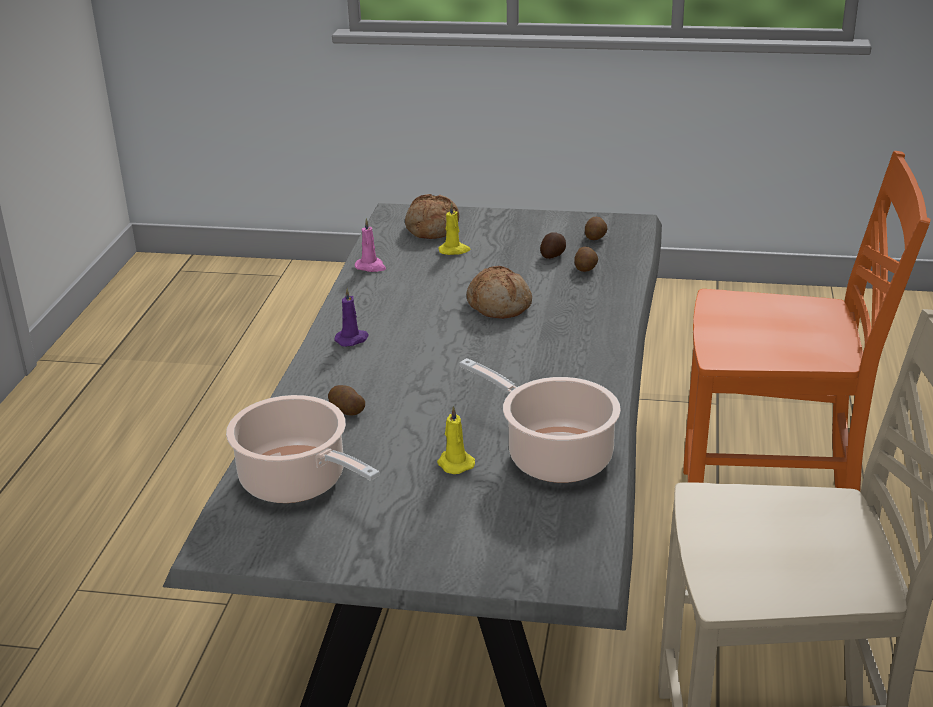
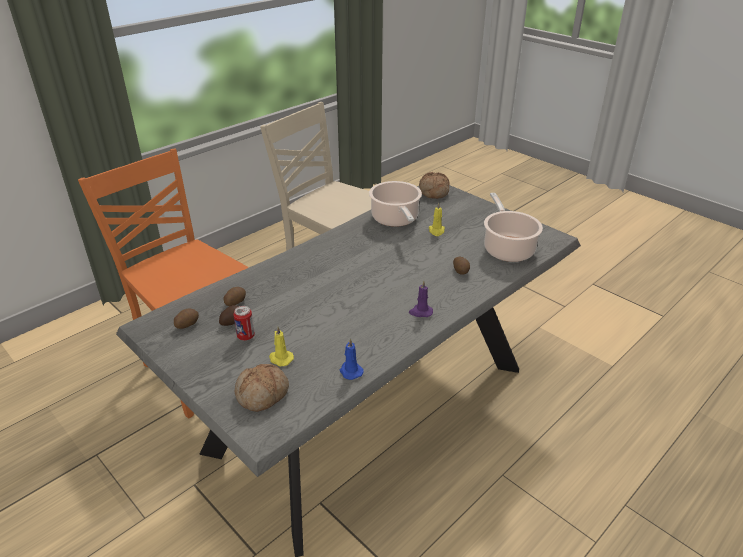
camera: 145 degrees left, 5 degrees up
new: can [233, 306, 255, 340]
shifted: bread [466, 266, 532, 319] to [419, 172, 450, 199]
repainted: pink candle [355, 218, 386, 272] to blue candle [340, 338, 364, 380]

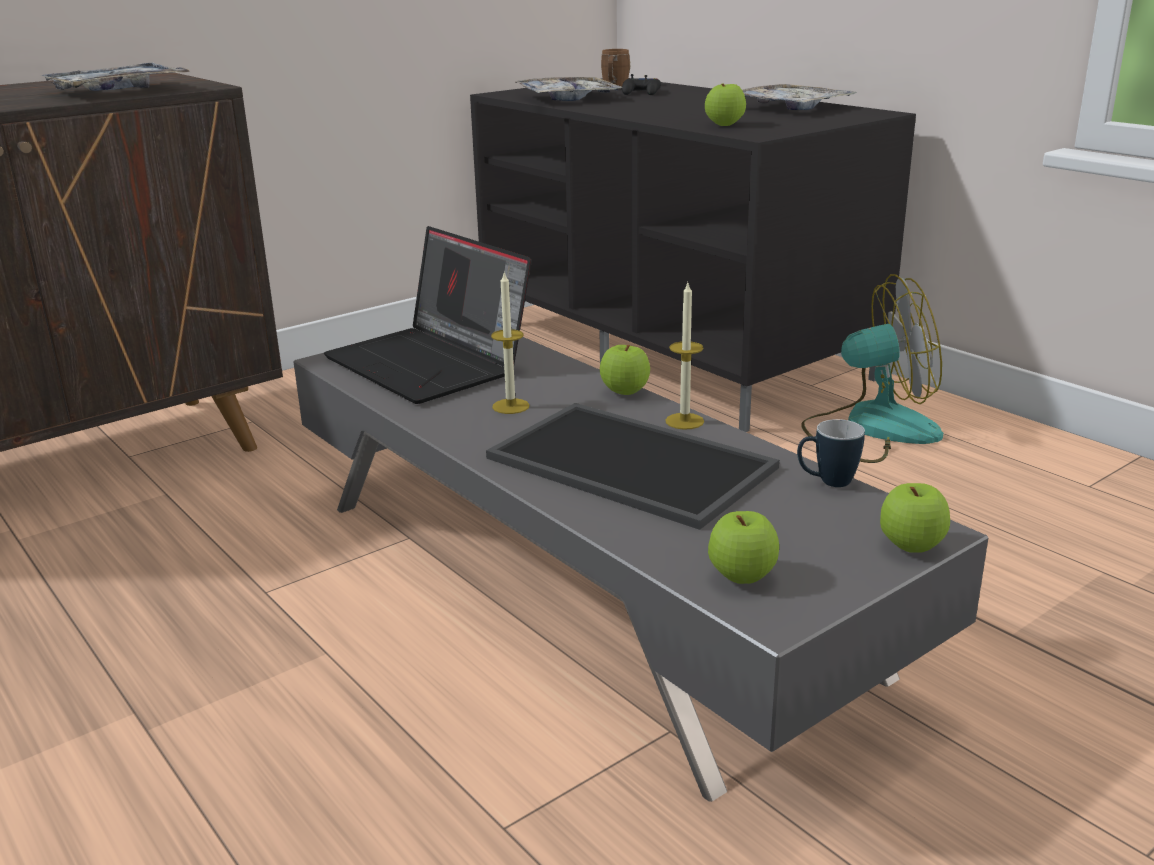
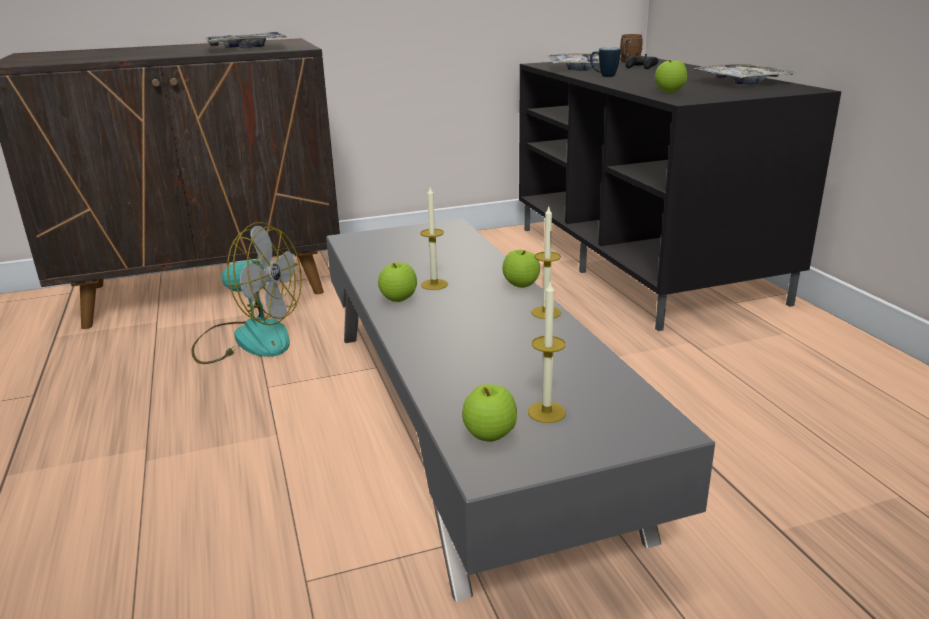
camera: 20 degrees right, 0 degrees up
gone: laptop [324, 226, 532, 404]; tray [486, 403, 779, 530]
new: candle [528, 282, 566, 423]
shifted: mug [797, 419, 865, 487] to [590, 47, 621, 77]; fan [801, 274, 943, 463] to [191, 222, 302, 364]; apple [880, 483, 950, 553] to [378, 262, 417, 302]

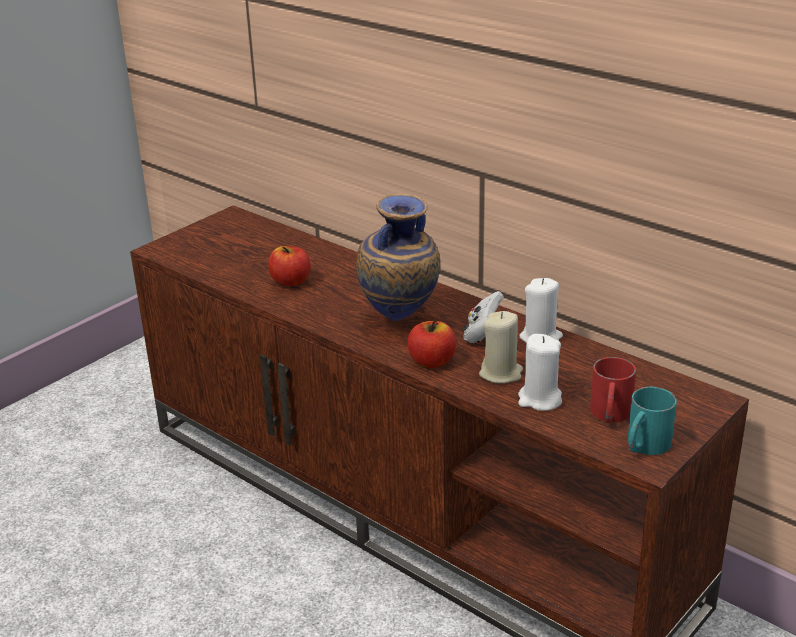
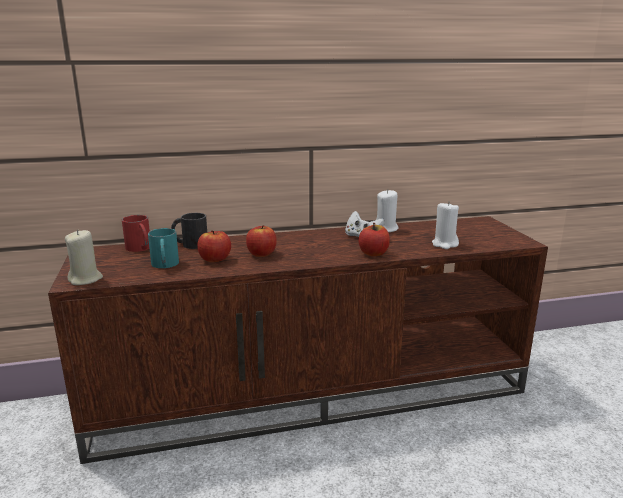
camera: 55 degrees left, 10 degrees down
gone: vase [356, 194, 441, 321]
new: black mug [171, 213, 207, 249]; apple [246, 225, 277, 257]
shifted: beige candle [479, 311, 523, 384] to [65, 230, 103, 285]; red mug [590, 357, 636, 423] to [122, 215, 150, 252]; turquoise mug [628, 387, 677, 455] to [148, 228, 179, 268]

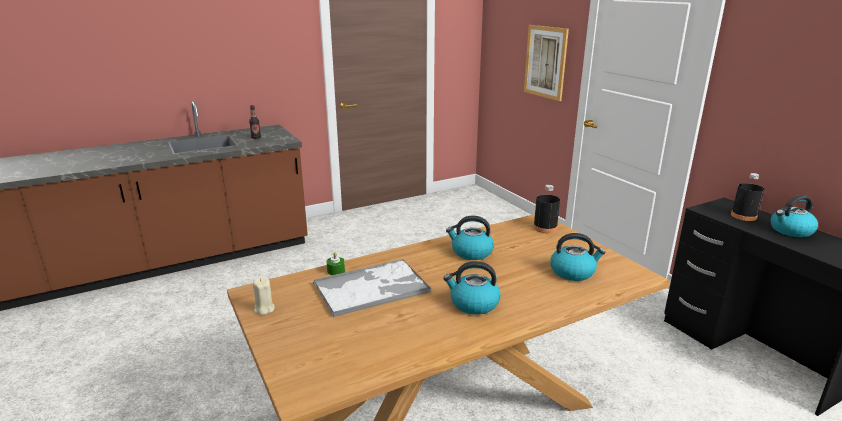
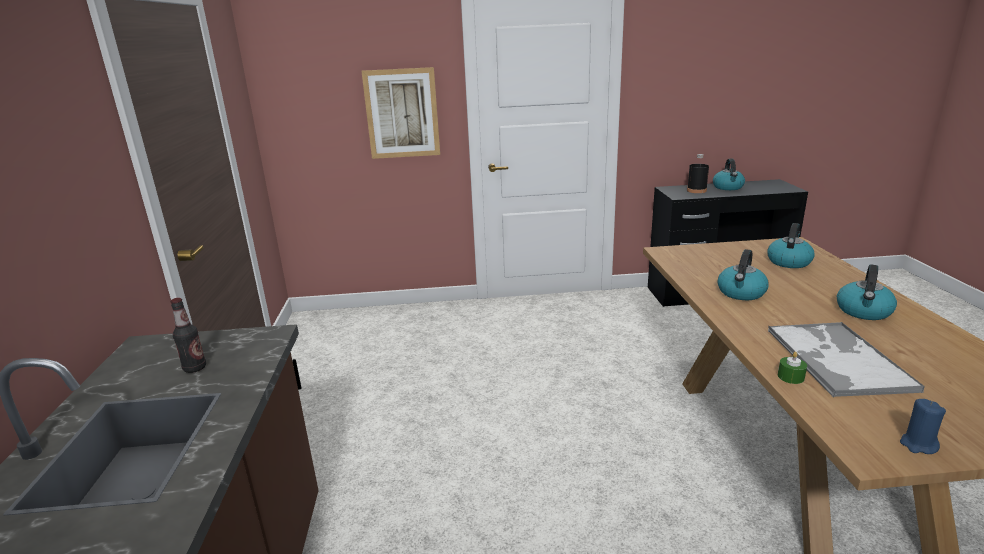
camera: 65 degrees left, 0 degrees up
gone: black bottle [533, 185, 560, 233]
repainted: beige candle [253, 276, 275, 315] to blue candle [900, 399, 946, 454]

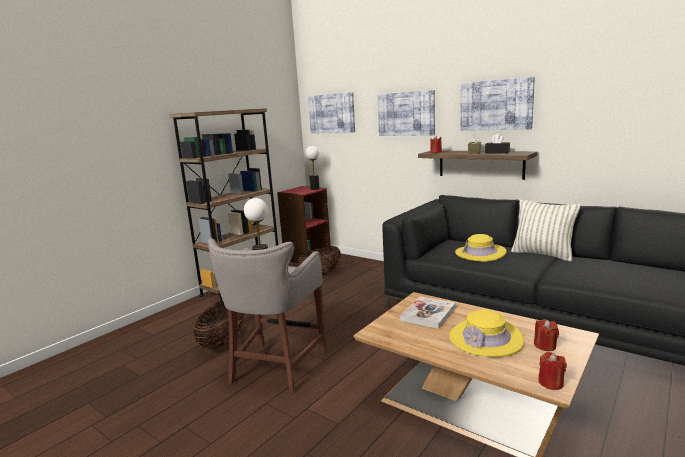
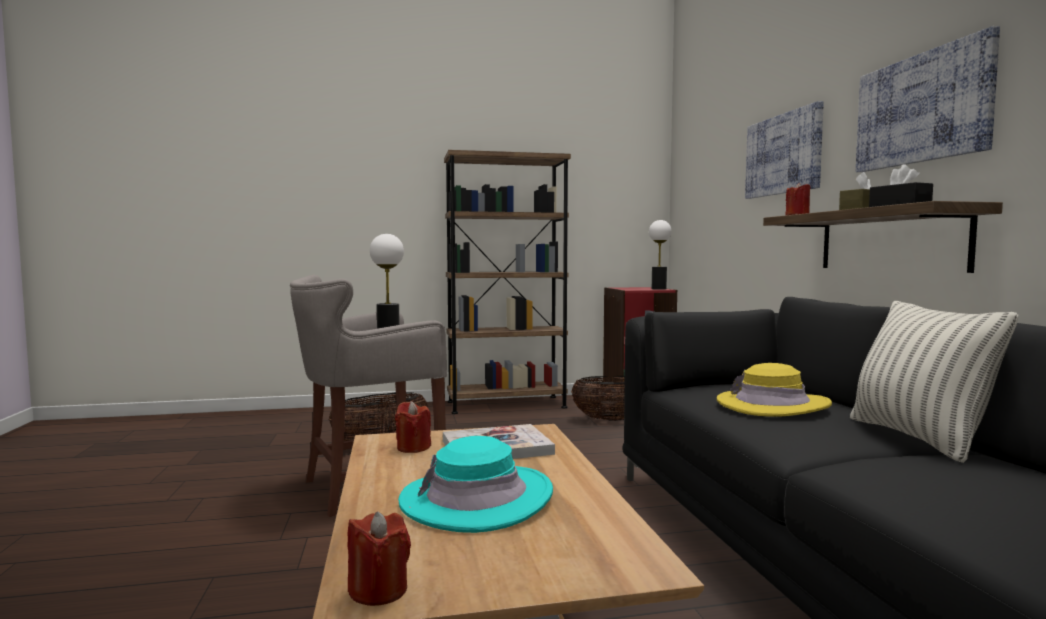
camera: 40 degrees right, 10 degrees down
gone: picture [308, 92, 355, 133]
shifted: red candle [534, 319, 559, 351] to [395, 401, 431, 453]
repainted: yellow hat [449, 309, 524, 357] to turquoise hat [398, 436, 553, 533]

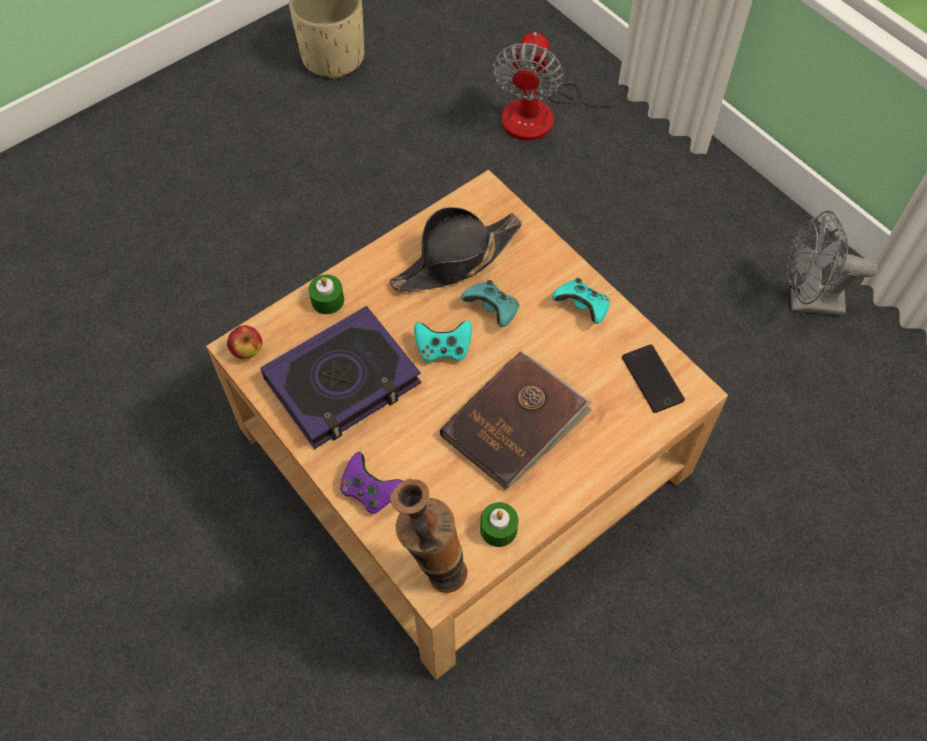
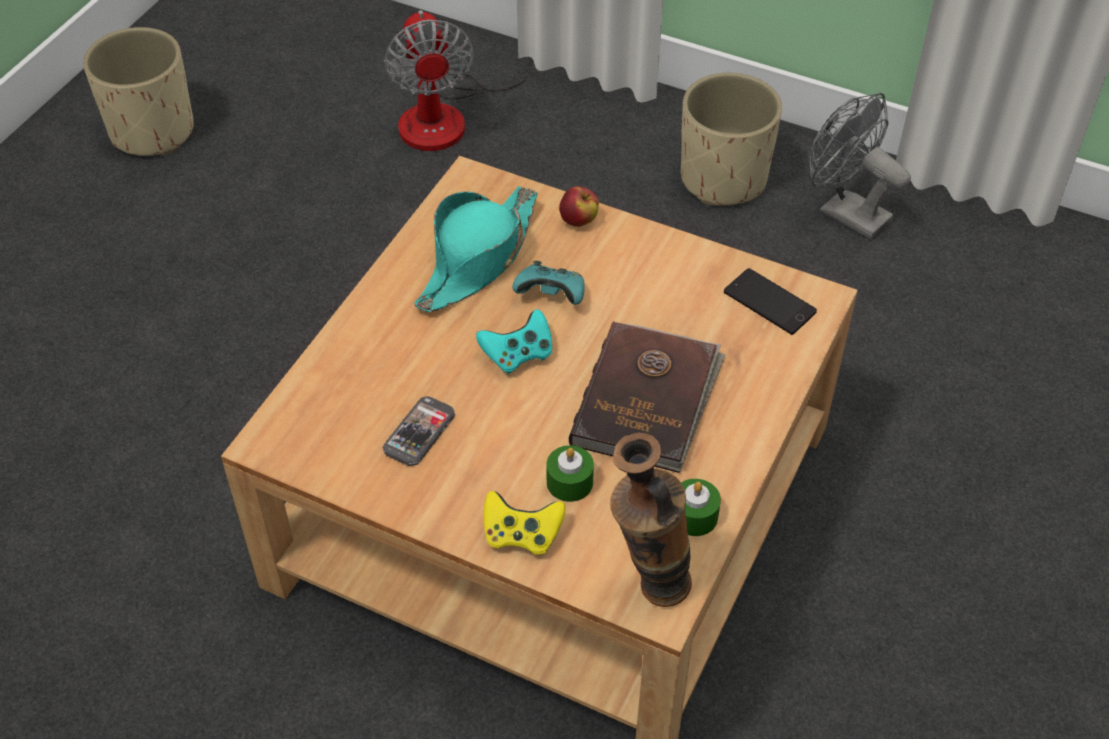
camera: 25 degrees left, 10 degrees down
gone: turquoise game controller [552, 278, 610, 324]
new: beige planter [681, 73, 782, 206]
shifted: apple [227, 325, 262, 359] to [559, 186, 599, 227]; green candle [309, 274, 344, 314] to [547, 445, 594, 502]
swapped: book [261, 306, 421, 449] to phone [383, 396, 455, 466]
repainted: purple game controller [340, 452, 403, 514] to yellow game controller [484, 491, 565, 555]; black hat [390, 207, 522, 292] to turquoise hat [414, 186, 538, 312]
rotated: grey fan [787, 211, 877, 316] = [809, 93, 911, 239] 60 degrees clockwise

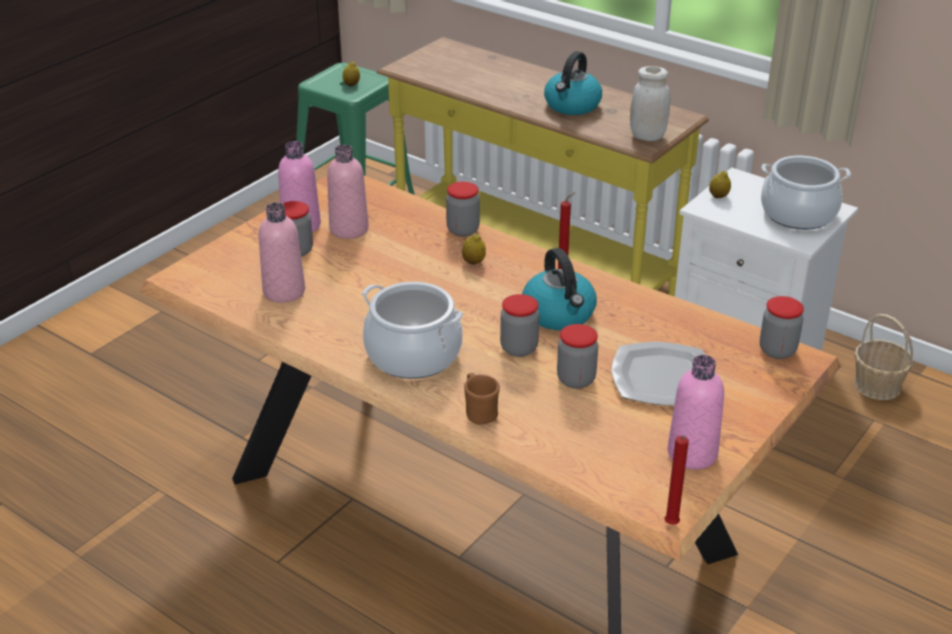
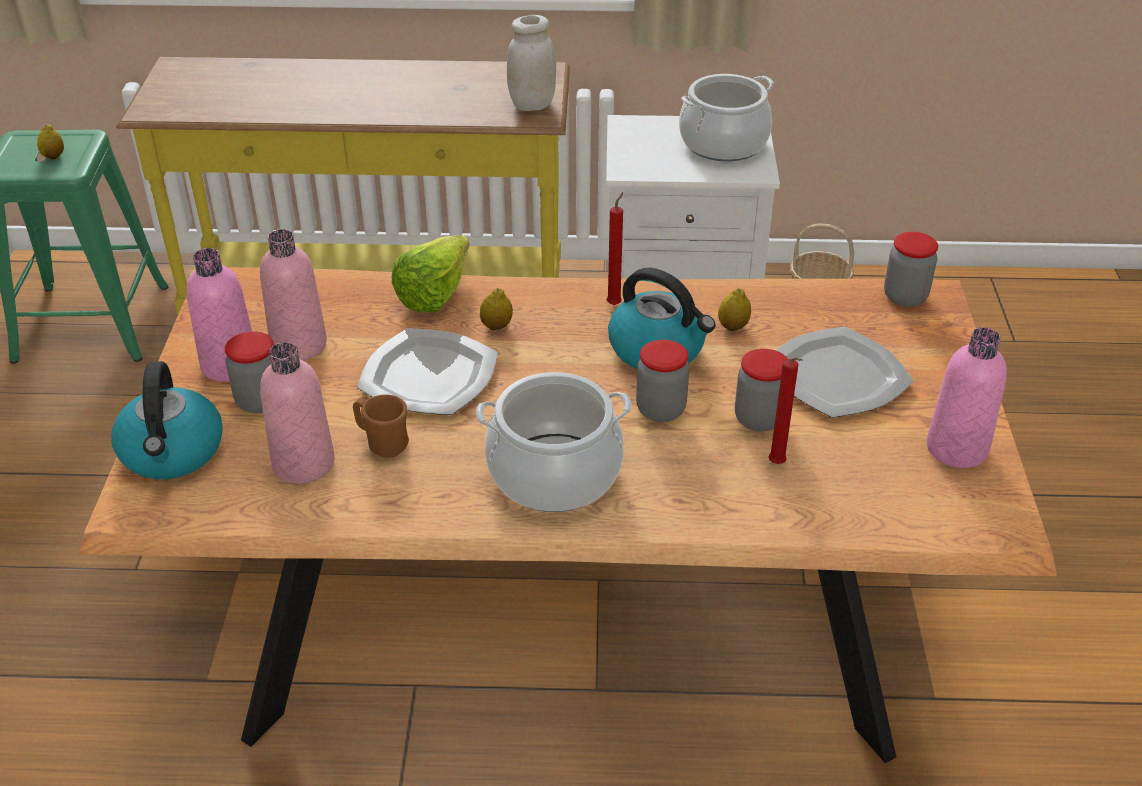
camera: 35 degrees left, 5 degrees up
new: plate [357, 328, 498, 415]
shifted: brown mug [464, 373, 500, 425] to [353, 394, 409, 458]; kettle [544, 51, 602, 115] to [111, 361, 223, 479]; red candle [664, 436, 689, 525] to [769, 357, 803, 464]; lemon [709, 171, 731, 198] to [718, 288, 751, 331]
swapped: jar [446, 182, 480, 237] to lettuce [392, 235, 470, 312]

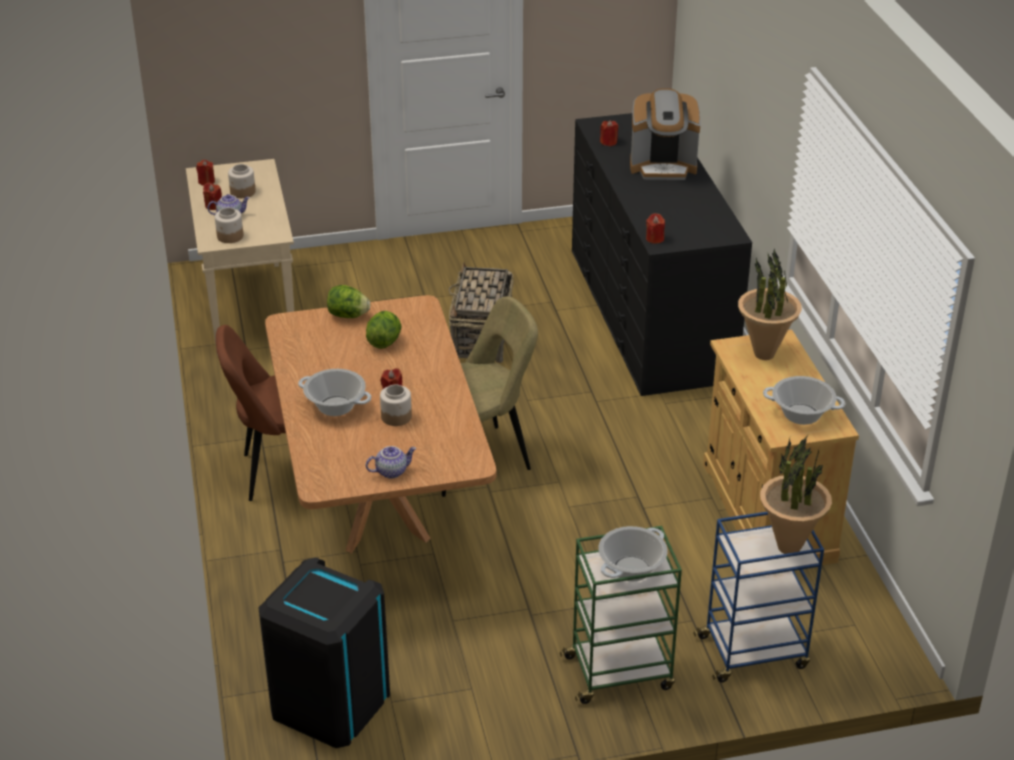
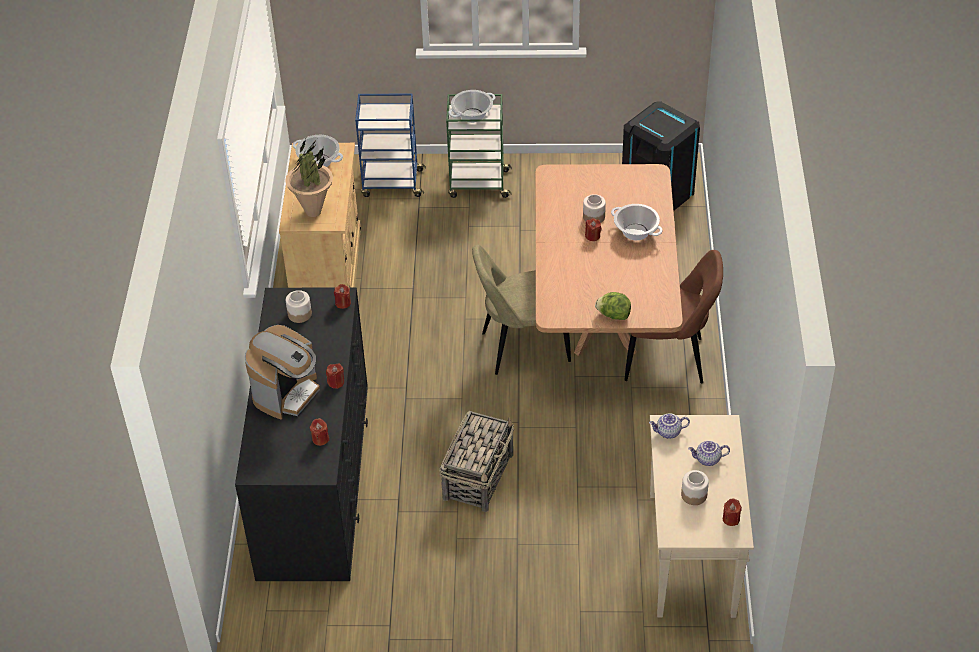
camera: 165 degrees left, 10 degrees up
gone: lettuce [366, 311, 402, 349]; potted plant [760, 434, 832, 554]
shifted: red candle [203, 182, 222, 210] to [326, 364, 344, 389]; jar [215, 208, 243, 243] to [286, 290, 312, 323]; teapot [366, 446, 416, 479] to [649, 413, 690, 439]
rotated: coffee machine [630, 88, 701, 180] = [245, 325, 320, 420] 105 degrees clockwise

